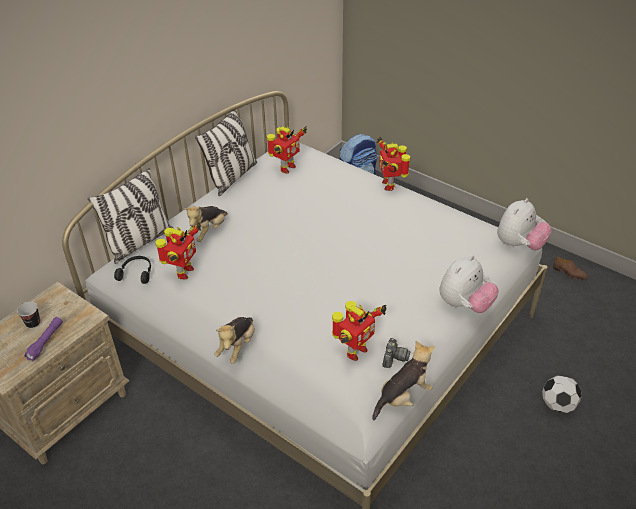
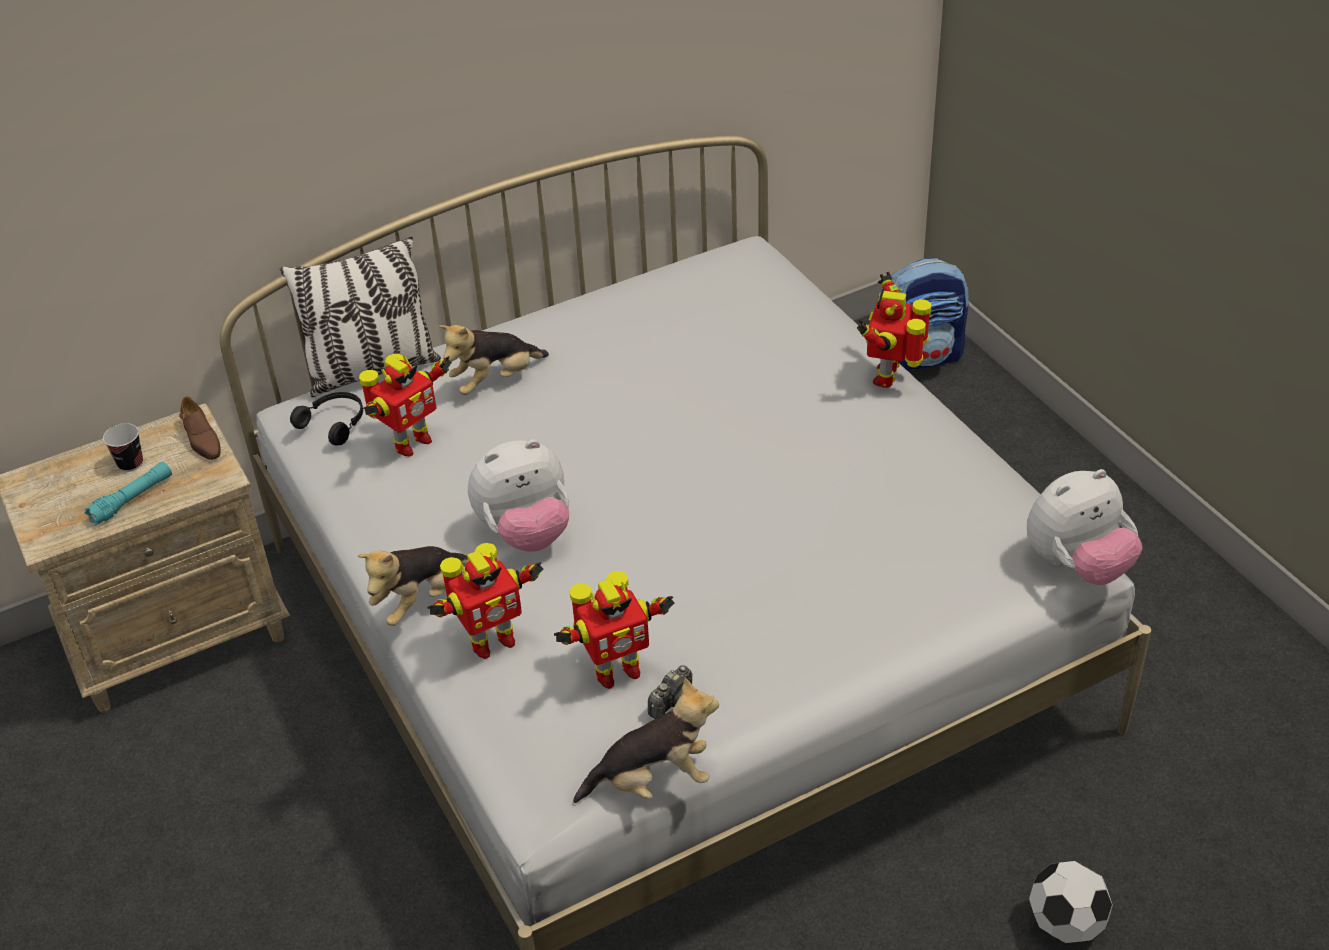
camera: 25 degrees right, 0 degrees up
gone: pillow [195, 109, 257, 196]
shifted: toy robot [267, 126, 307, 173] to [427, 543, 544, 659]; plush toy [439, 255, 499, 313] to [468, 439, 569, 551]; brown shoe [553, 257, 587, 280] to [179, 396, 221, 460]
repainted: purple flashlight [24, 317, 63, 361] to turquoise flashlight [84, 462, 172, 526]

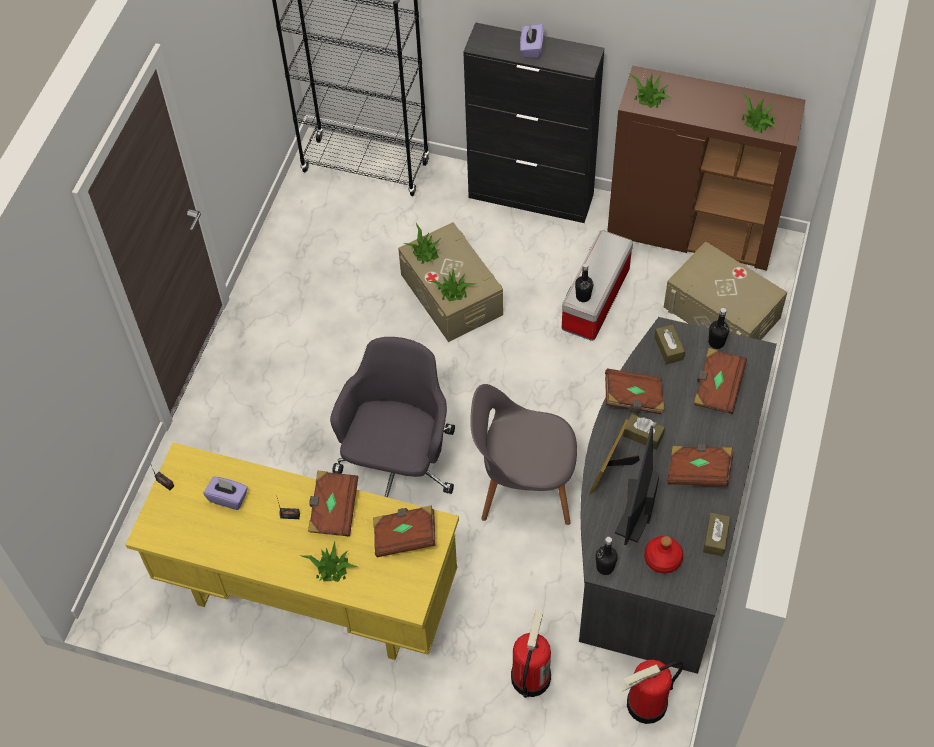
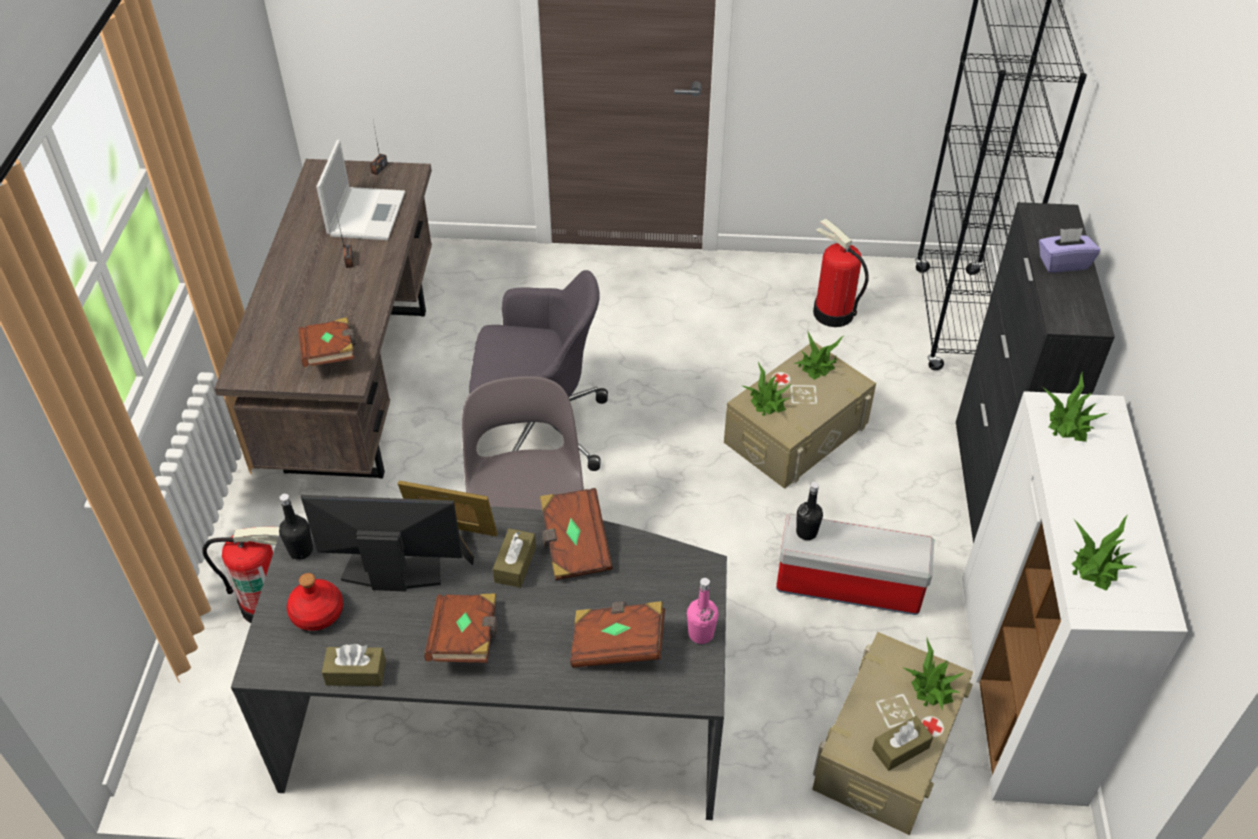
camera: 75 degrees right, 10 degrees down
gone: brown book [308, 471, 358, 536]
shifted: potted plant [300, 542, 358, 582] to [903, 638, 964, 711]; fire extinguisher [619, 660, 684, 724] to [813, 219, 869, 327]; brown tissue box [654, 324, 685, 364] to [872, 716, 933, 771]
swapped: purple tissue box [203, 477, 248, 510] to laptop [316, 140, 405, 240]
repainted: yellow desk [125, 442, 459, 660] to brown desk [214, 159, 432, 478]; brown cabinet [607, 66, 805, 271] to white cabinet [962, 391, 1188, 806]; black bottle [708, 308, 729, 349] to pink bottle [687, 578, 718, 644]

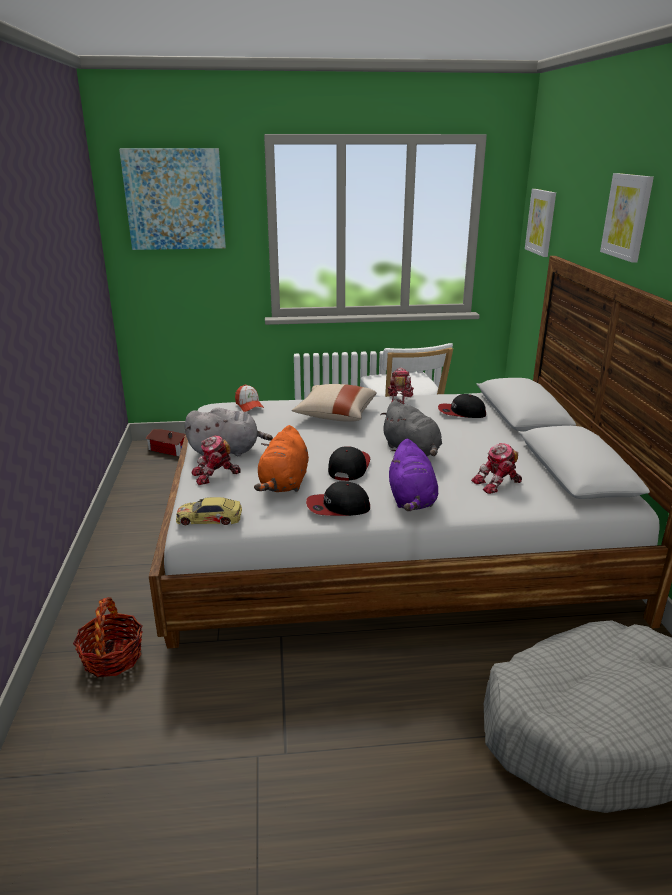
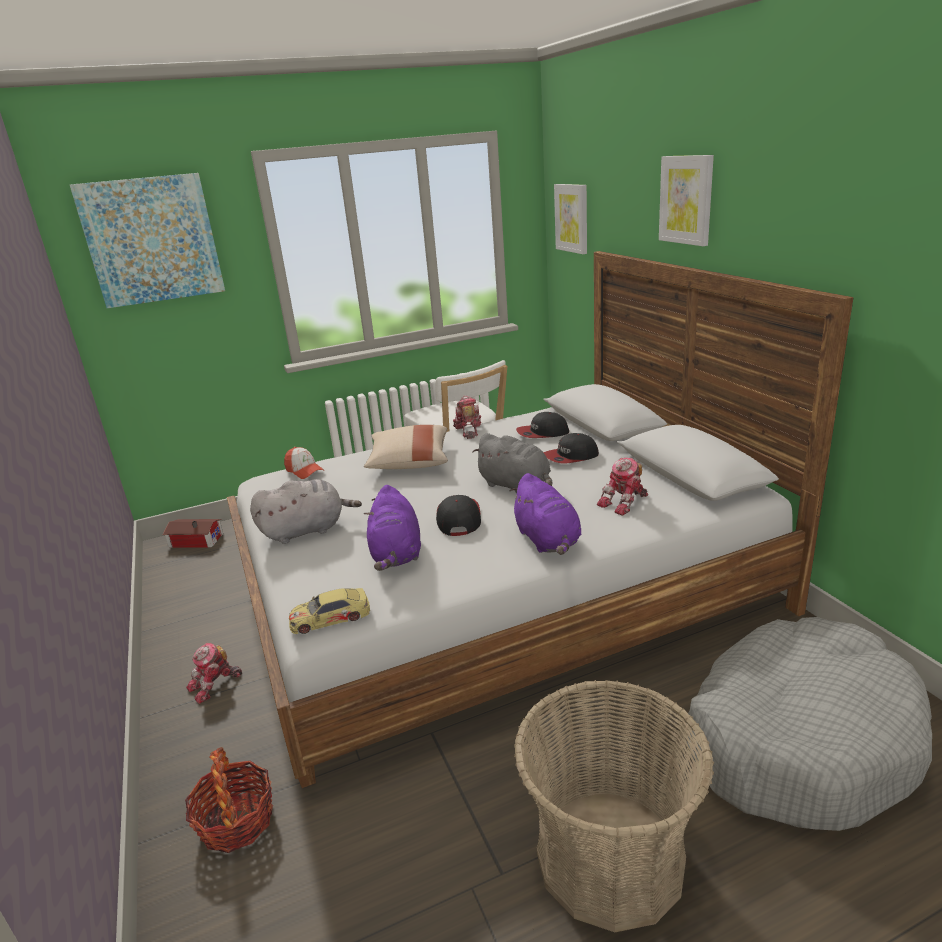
camera: 15 degrees left, 0 degrees up
new: basket [514, 680, 714, 932]
shifted: toy robot [192, 435, 241, 485] to [186, 643, 242, 704]; cap [306, 481, 370, 516] to [543, 433, 599, 463]
repainted: orange plush toy [254, 425, 309, 492] to purple plush toy [364, 485, 421, 571]

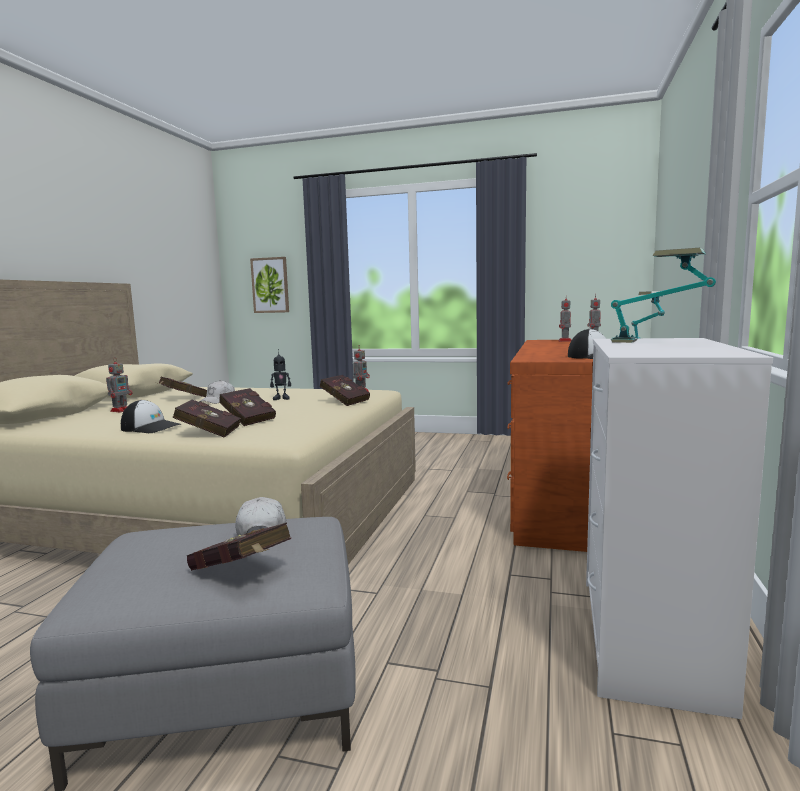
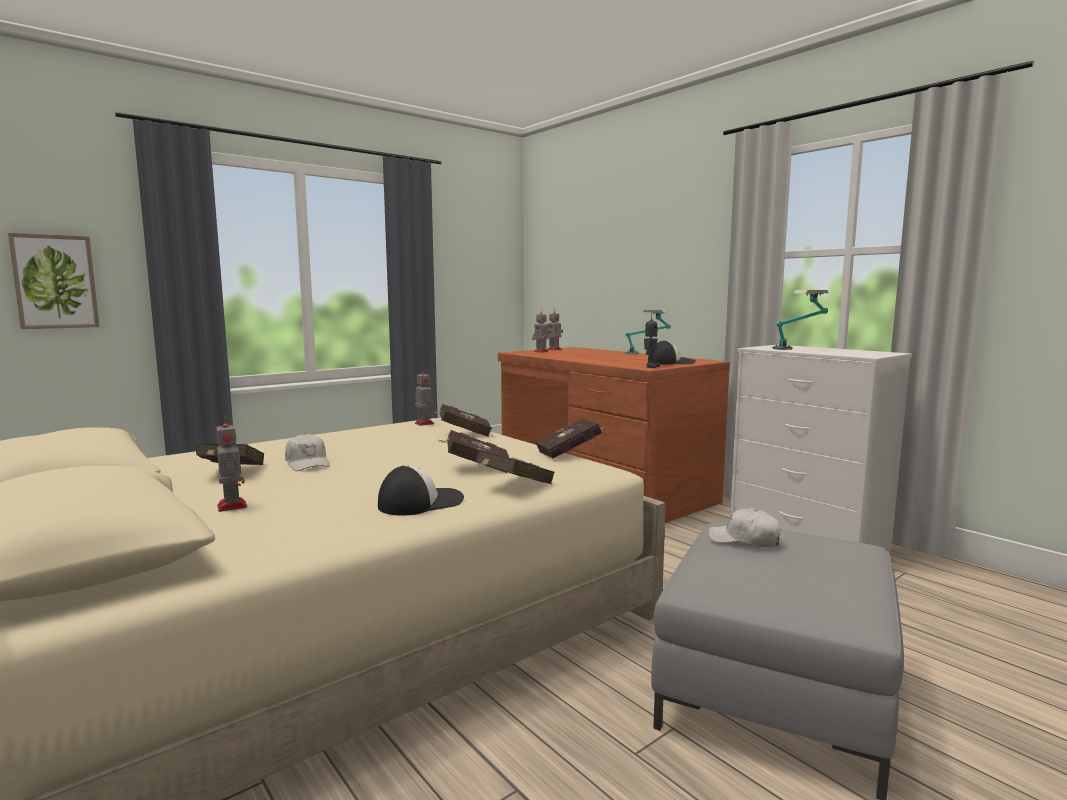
camera: 55 degrees left, 0 degrees up
shifted: red book [187, 523, 291, 571] to [535, 418, 604, 459]; toy robot [270, 349, 291, 400] to [644, 313, 660, 368]

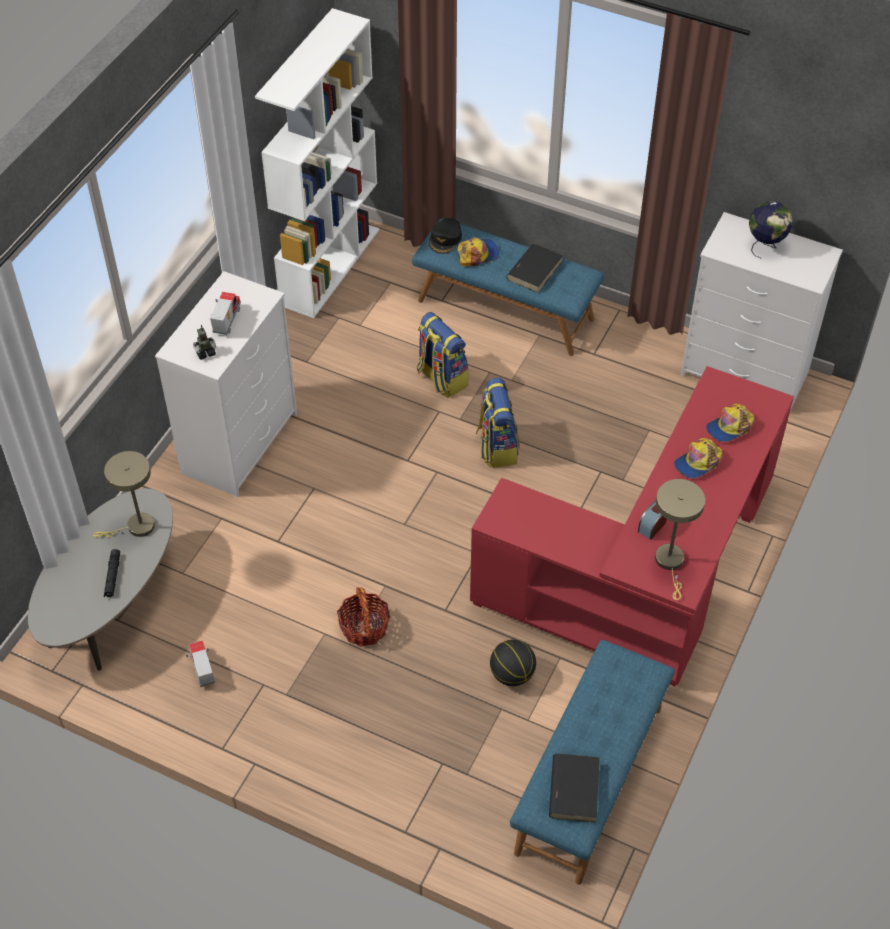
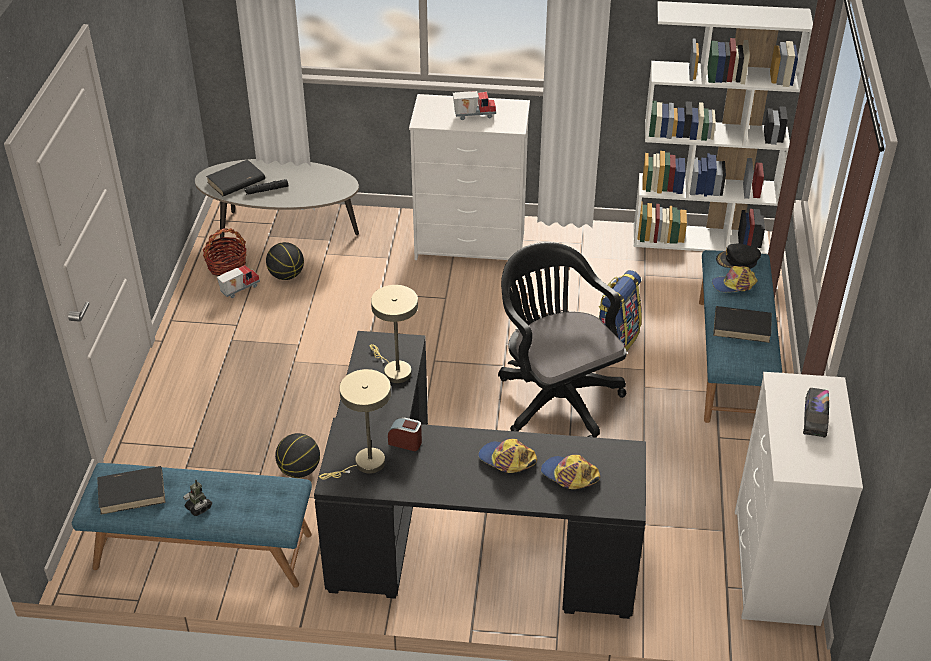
camera: 70 degrees right, 10 degrees down
new: black book [206, 159, 265, 196]; basketball [266, 242, 304, 280]
shifted: beige table lamp [93, 451, 155, 538] to [370, 285, 418, 383]; toy robot [193, 325, 216, 360] to [183, 480, 212, 516]; basket [337, 587, 390, 647] to [203, 228, 246, 276]
swapped: backpack [476, 378, 520, 468] to black office chair [498, 242, 627, 438]; globe [749, 201, 793, 258] to toy truck [803, 388, 829, 438]
repainted: red desk [470, 366, 794, 686] to black desk [314, 331, 646, 619]
rotated: cap [457, 237, 499, 266] = [712, 266, 758, 292] 120 degrees clockwise

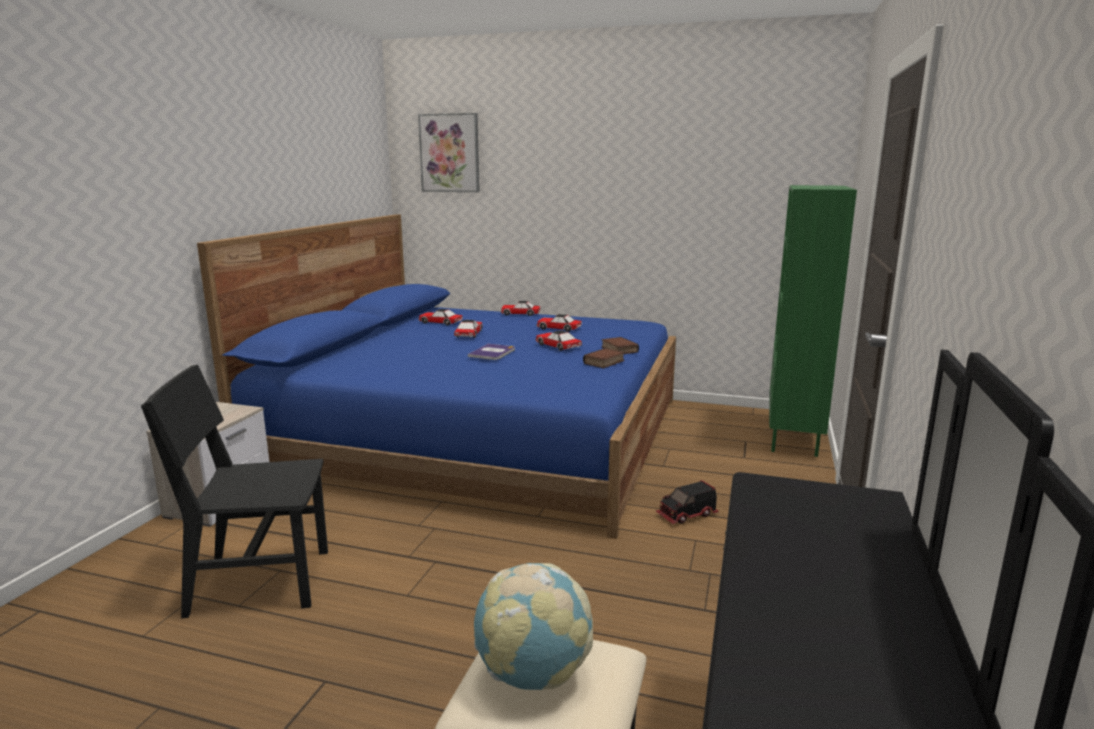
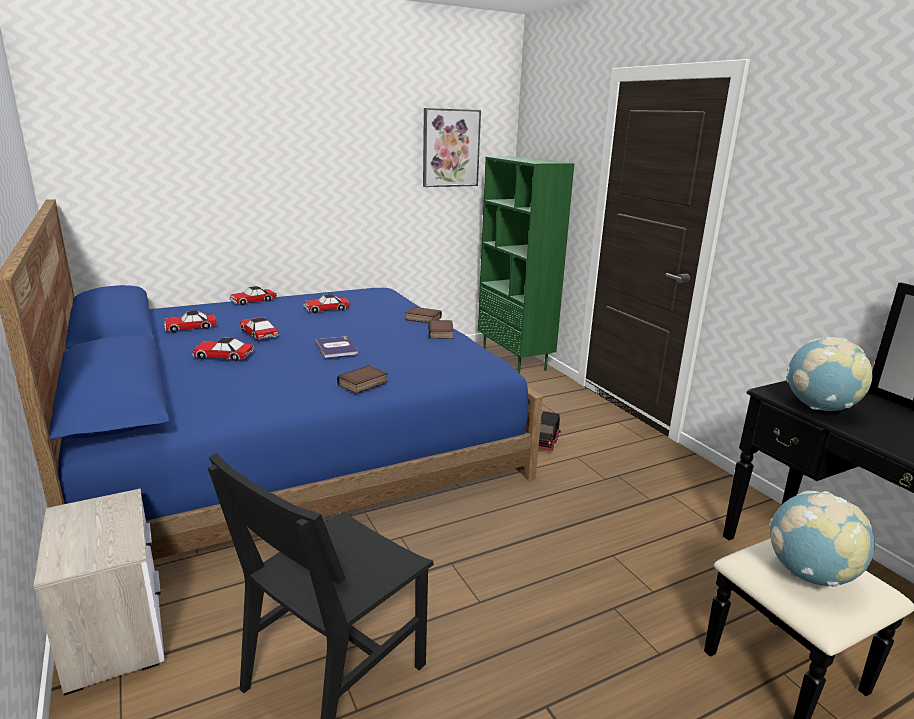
camera: 45 degrees left, 5 degrees up
new: book [337, 365, 388, 394]; globe [786, 337, 872, 411]
shifted: picture [418, 113, 480, 192] to [423, 108, 481, 187]; toy car [535, 331, 582, 351] to [192, 338, 255, 361]

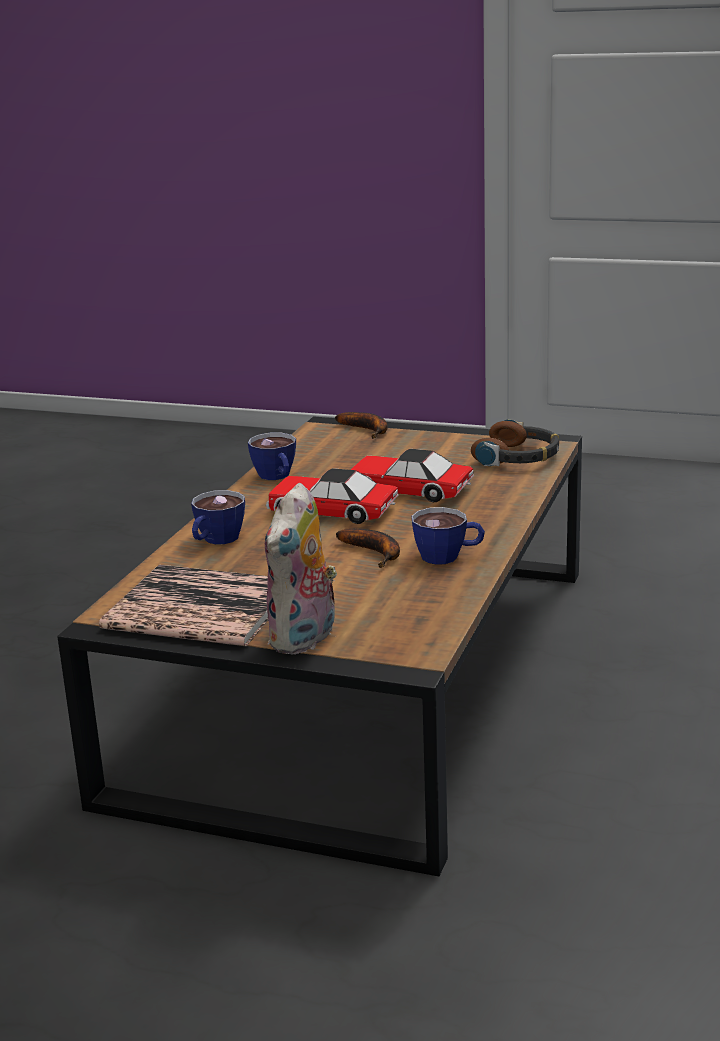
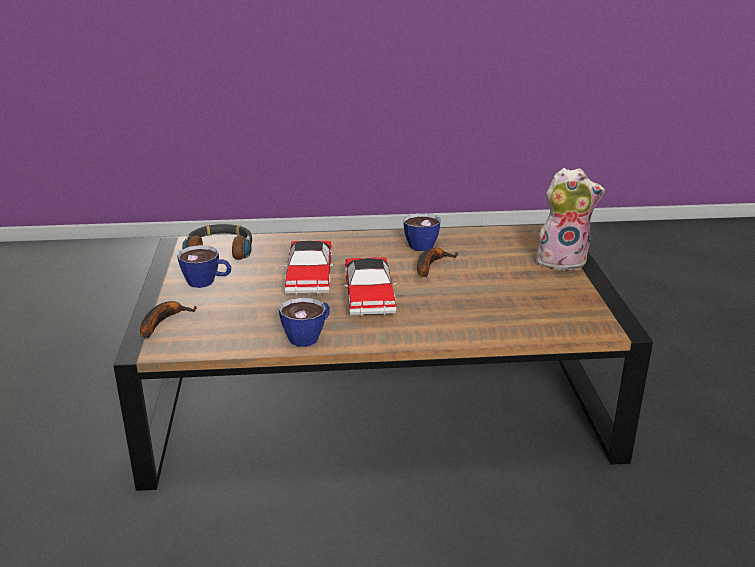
camera: 115 degrees left, 5 degrees up
gone: book [99, 565, 268, 646]
shifted: cup [191, 490, 245, 545] to [177, 245, 231, 288]

